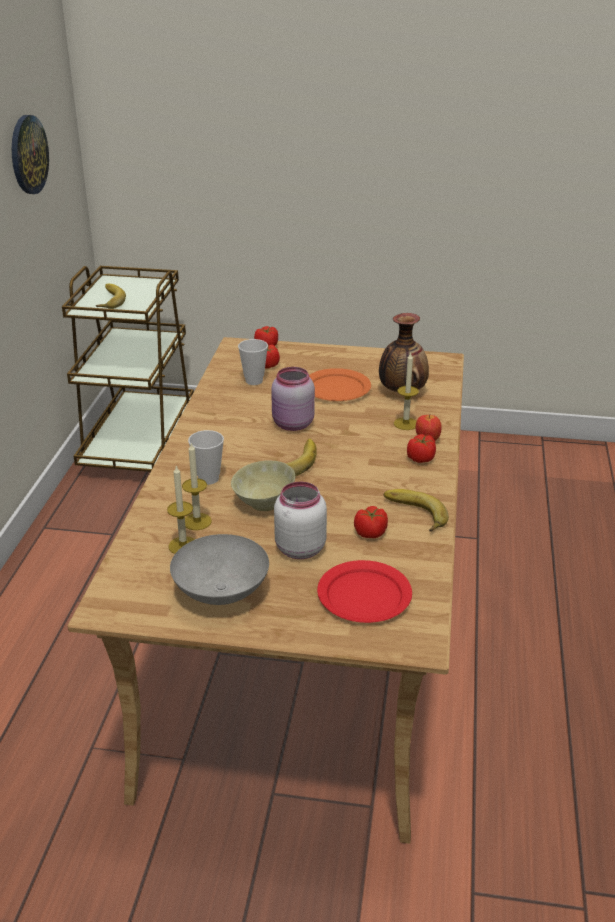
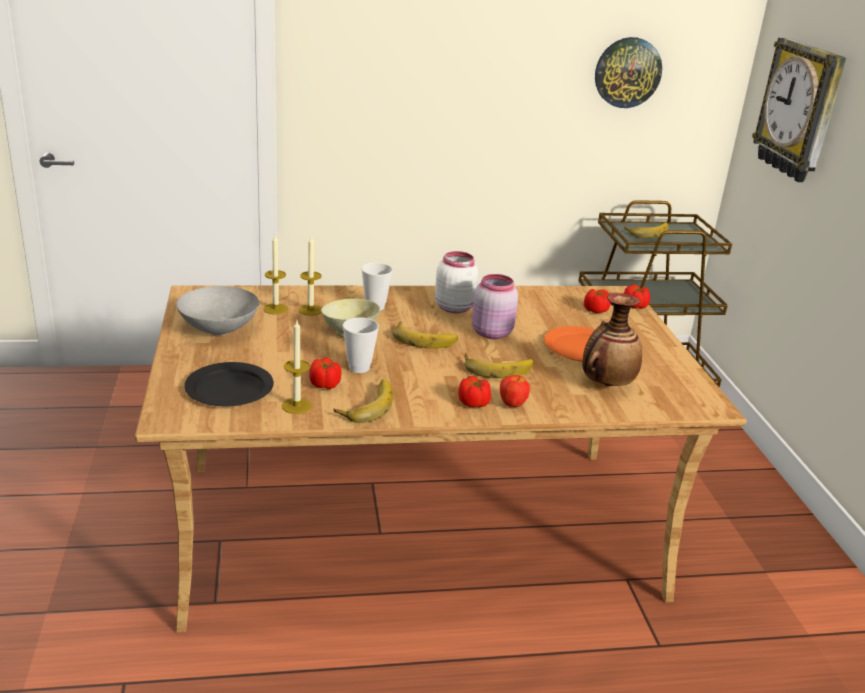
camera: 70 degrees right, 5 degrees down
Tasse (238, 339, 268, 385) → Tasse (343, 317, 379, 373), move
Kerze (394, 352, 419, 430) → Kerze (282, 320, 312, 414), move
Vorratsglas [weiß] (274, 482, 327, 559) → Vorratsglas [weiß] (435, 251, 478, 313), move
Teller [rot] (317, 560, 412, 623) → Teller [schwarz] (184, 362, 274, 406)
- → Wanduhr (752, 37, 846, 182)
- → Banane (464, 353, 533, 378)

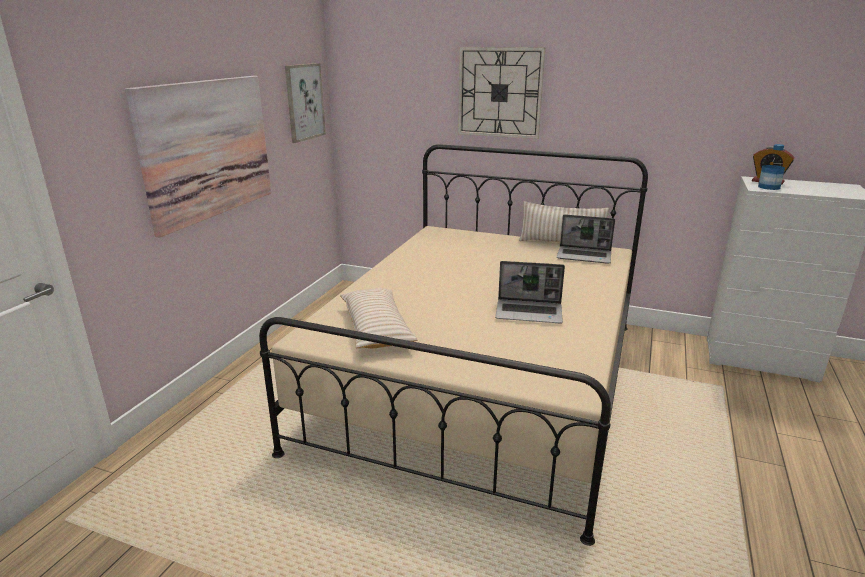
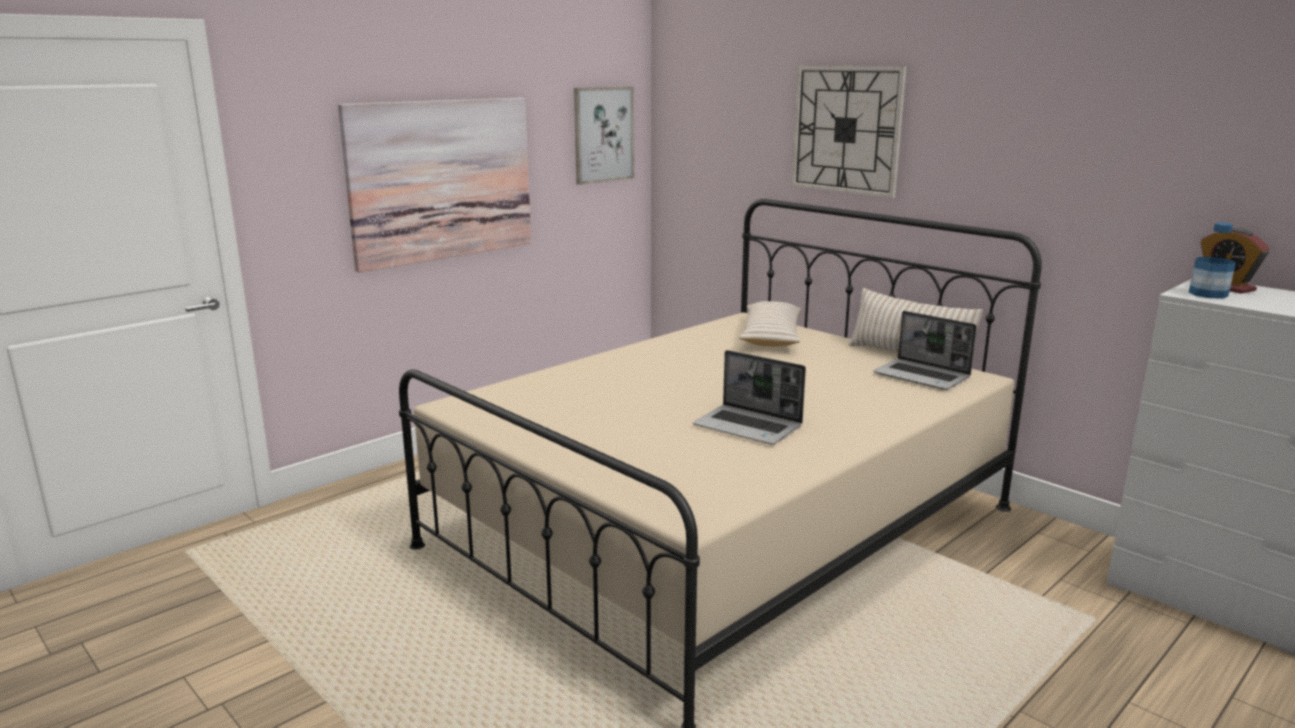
camera: 25 degrees right, 5 degrees down
Kissen [beige] (340, 288, 418, 348) → Kissen [beige] (738, 301, 801, 346), move

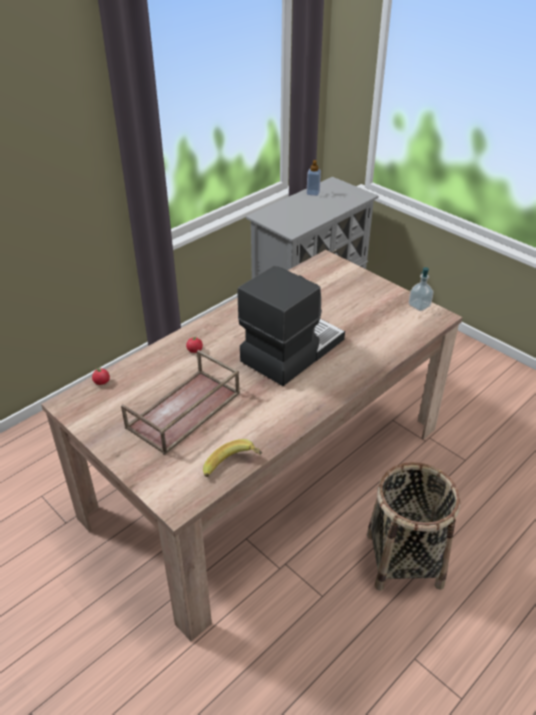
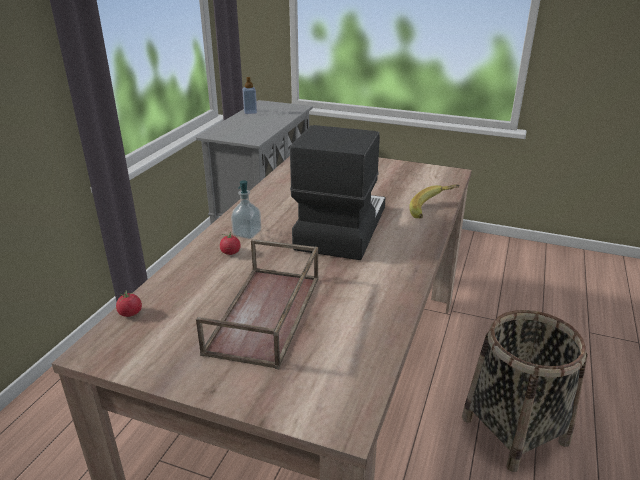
camera: 25 degrees left, 10 degrees down
Seifenspender (408, 267, 434, 311) → Seifenspender (231, 180, 261, 239), move
Banane (203, 439, 262, 477) → Banane (409, 184, 459, 218), move

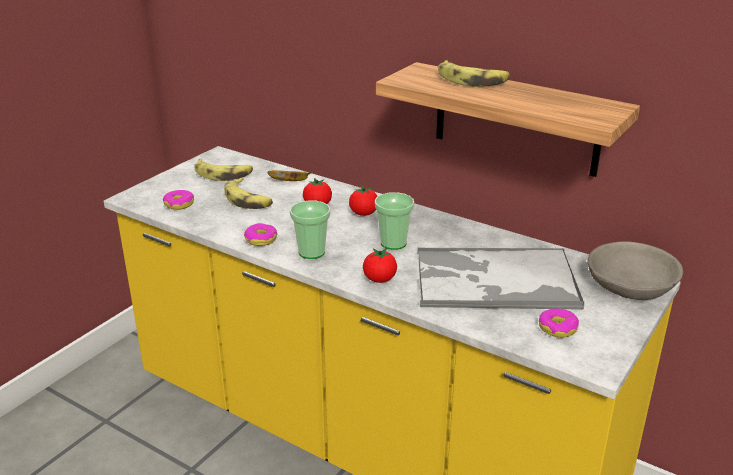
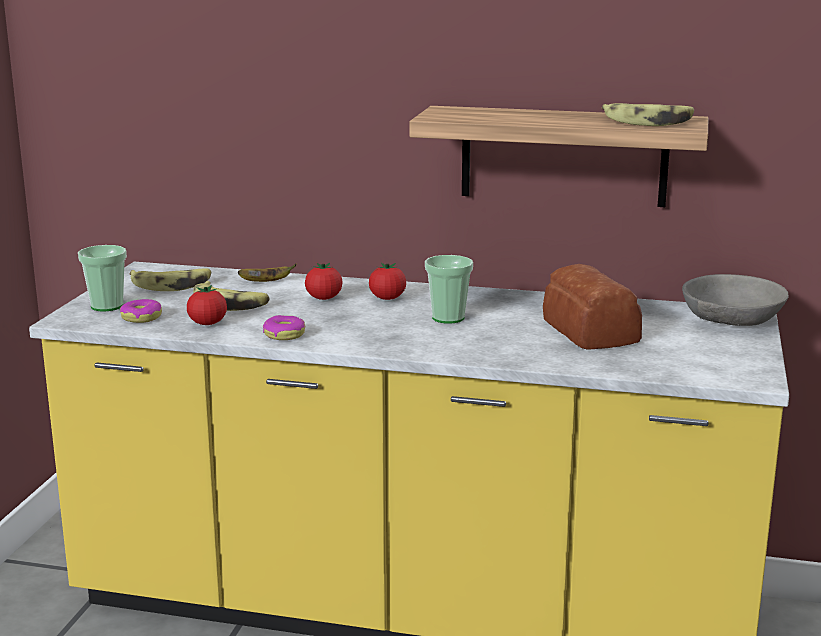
camera: 20 degrees left, 10 degrees down
Banane (438, 60, 510, 87) → Banane (601, 103, 694, 126), move
Tasse (290, 200, 330, 259) → Tasse (78, 245, 127, 311), move
Tomate (363, 248, 397, 283) → Tomate (187, 285, 227, 325), move
Tablett (417, 248, 585, 310) → Brot (543, 264, 642, 350)
Donut (539, 308, 579, 338) → -

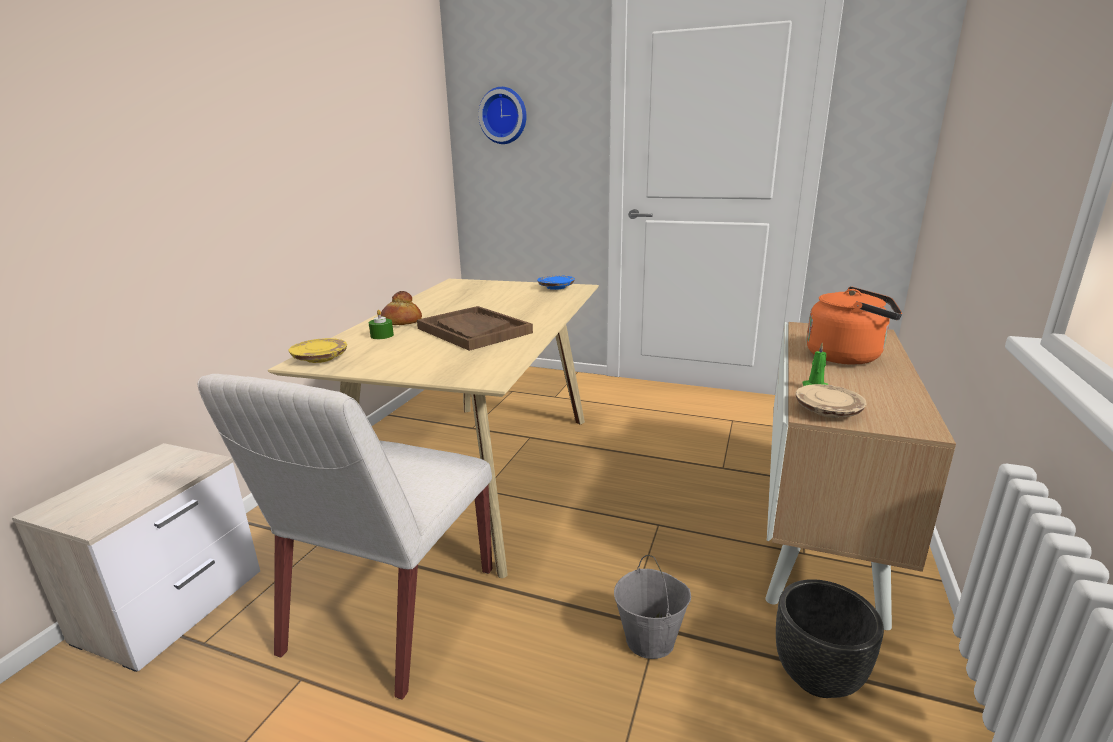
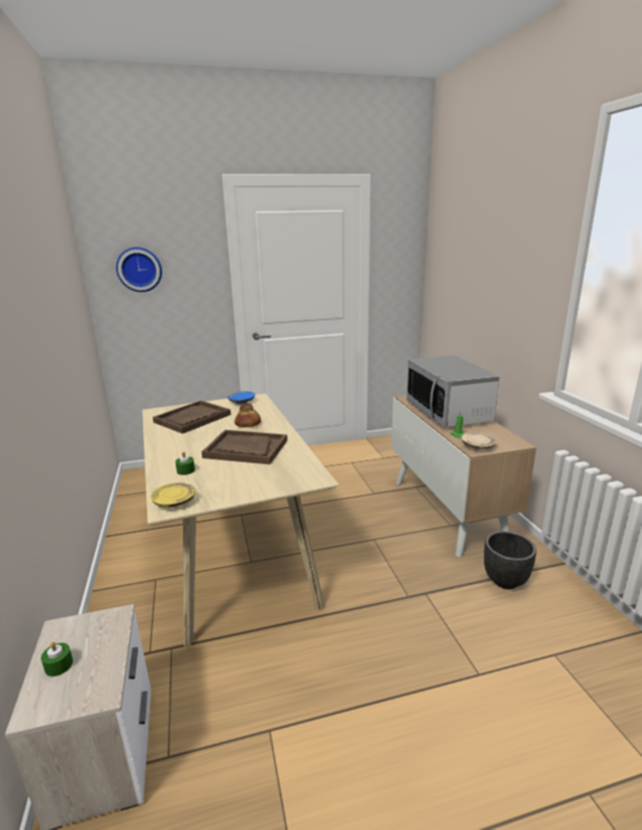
camera: 35 degrees left, 0 degrees up
Wasserkessel [orange] (806, 287, 902, 365) → Mikrowelle (407, 355, 499, 428)
Brot (381, 291, 422, 325) → Brot (234, 403, 261, 427), move
Stuhl [weiß] (198, 374, 492, 700) → -
Eimer [grau] (614, 555, 691, 659) → -
- → Tablett [braun] (153, 401, 231, 434)
- → Kerze [grün] (41, 642, 73, 677)

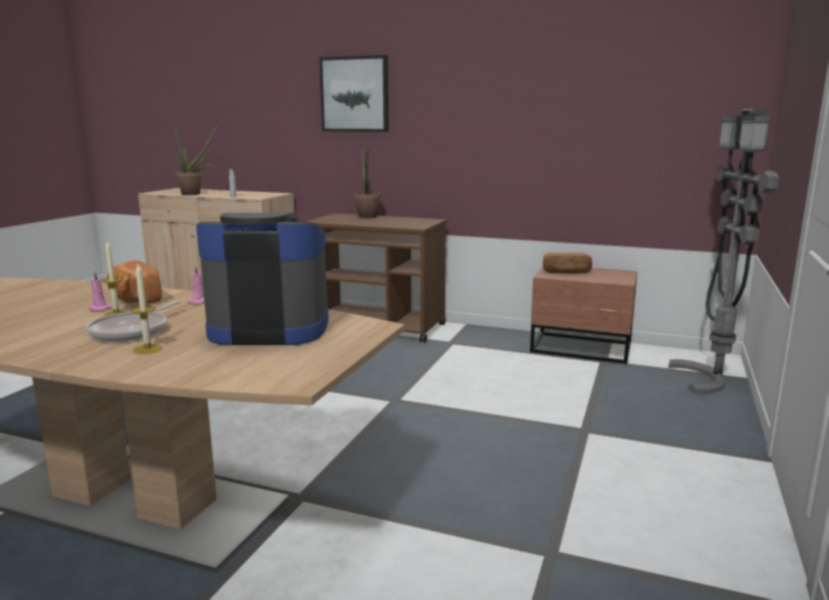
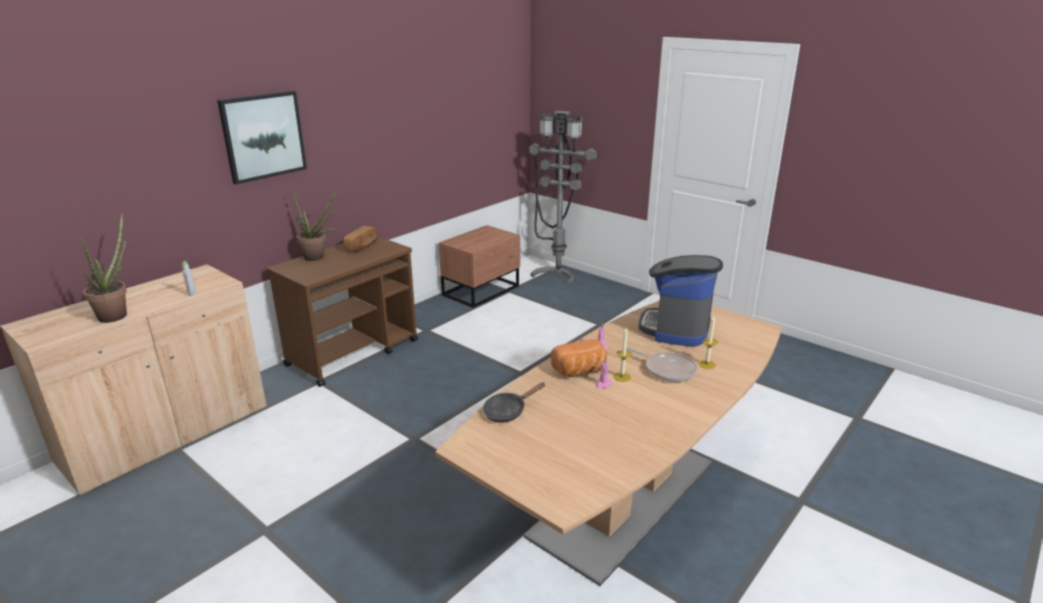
camera: 70 degrees left, 10 degrees up
Brot (543, 253, 592, 273) → Brot (344, 226, 378, 252), move
- → Pfanne [schwarz] (483, 382, 545, 423)

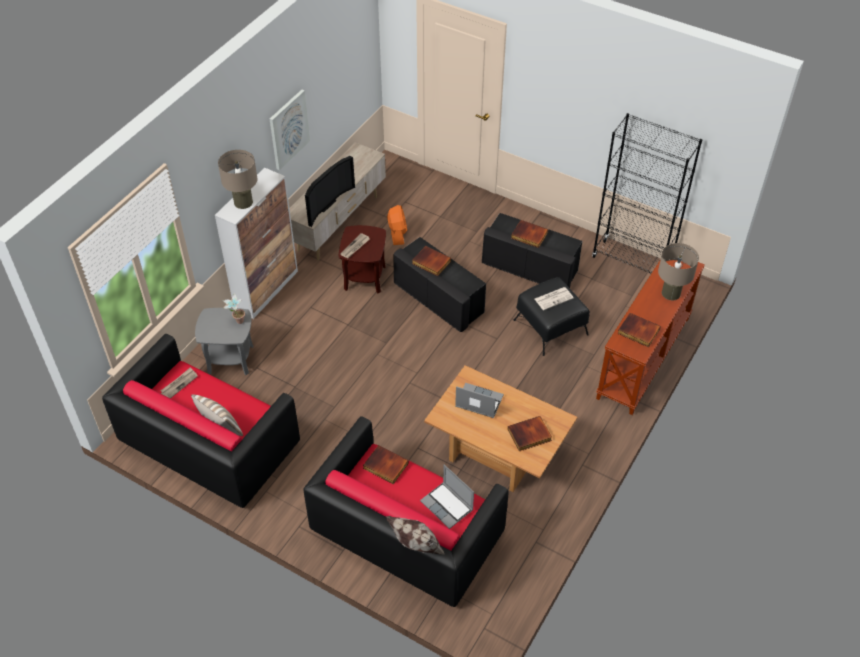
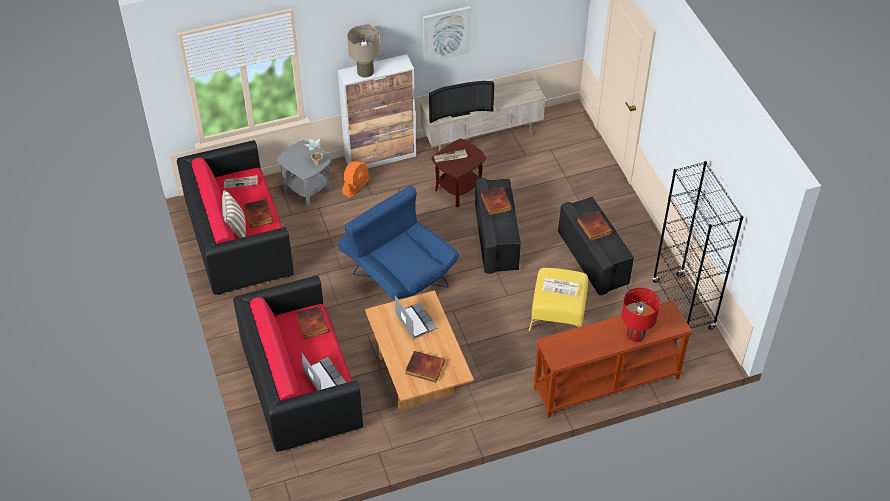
camera: 40 degrees right, 0 degrees up
Ventilator [orange] (387, 205, 407, 245) → Ventilator [orange] (342, 161, 370, 198), move
Tischlampe [beige] (658, 243, 699, 300) → Tischlampe [rot] (621, 288, 660, 342)
Polsterhocker [schwarz] (514, 277, 590, 356) → Polsterhocker [gelb] (529, 268, 588, 331)
Buch (617, 313, 661, 347) → Buch (244, 199, 273, 228), move
Laptop (420, 465, 474, 529) → Laptop (301, 352, 346, 391), 150 degrees clockwise
Kissen (386, 516, 445, 555) → -
- → Sessel [blau] (338, 185, 459, 299)

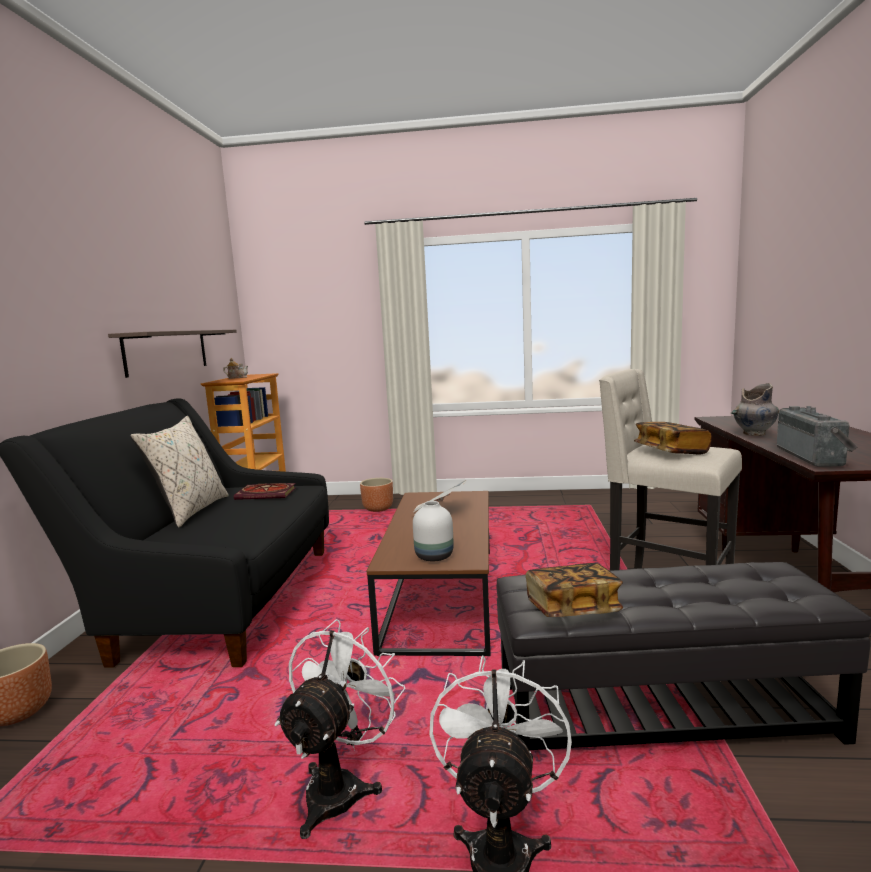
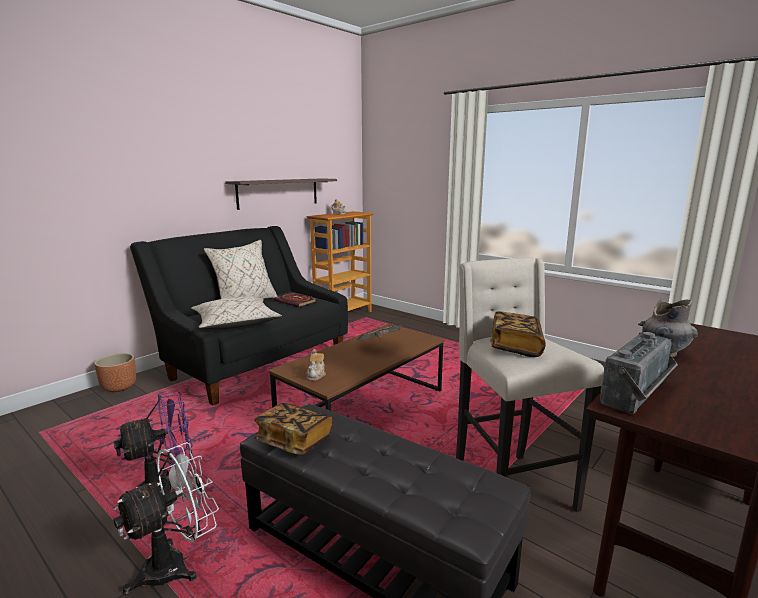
camera: 35 degrees right, 5 degrees up
Pflanzkübel [braun] (360, 478, 393, 512) → -
Vase [weiß] (413, 501, 454, 561) → Teekanne (306, 349, 326, 381)
Ventilator [weiß] (275, 619, 406, 839) → Ventilator [lila] (113, 391, 193, 502)
- → Kissen [beige] (191, 296, 282, 330)

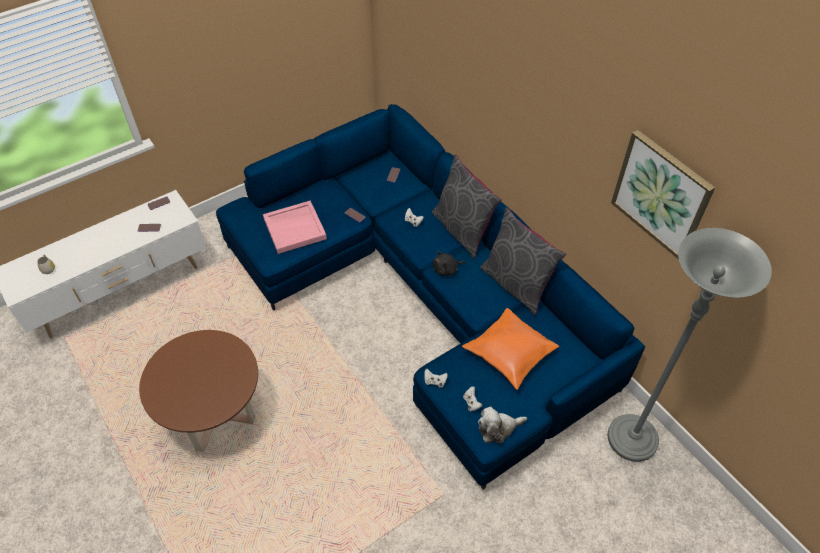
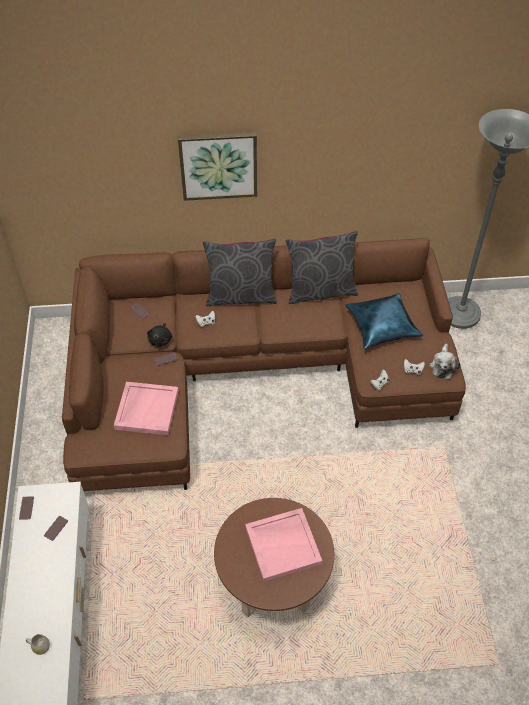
camera: 60 degrees left, 0 degrees up
Sofa [blau] (216, 104, 645, 490) → Sofa [braun] (62, 238, 466, 491)
Bild (611, 130, 715, 260) → Bild (178, 132, 257, 201), move
Plüschtier [schwarz] (433, 251, 466, 276) → Plüschtier [schwarz] (147, 323, 172, 347), move
Kissen [orange] (462, 308, 559, 390) → Kissen [blau] (346, 293, 423, 349)
- → Tablett [rosa] (245, 508, 322, 582)

